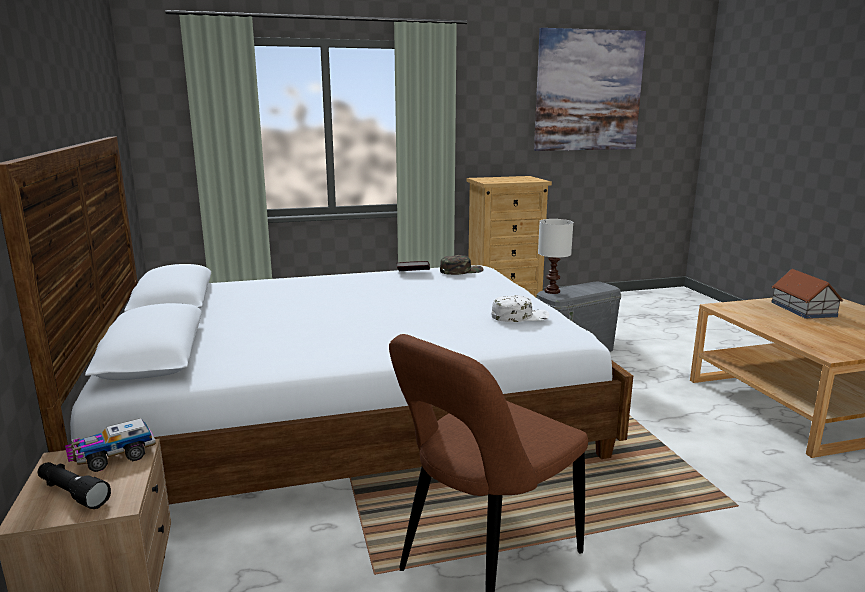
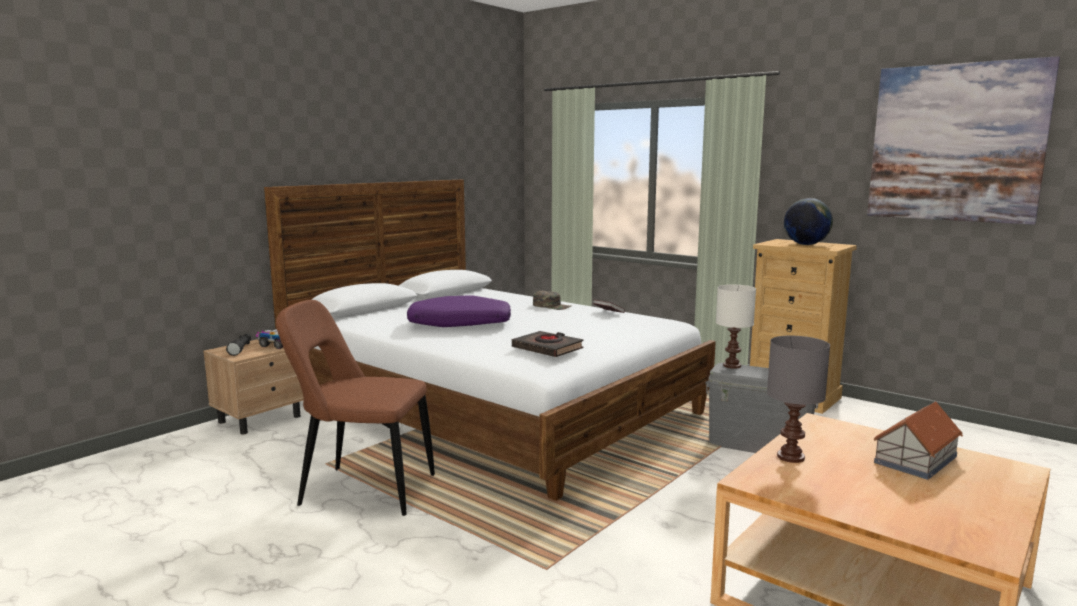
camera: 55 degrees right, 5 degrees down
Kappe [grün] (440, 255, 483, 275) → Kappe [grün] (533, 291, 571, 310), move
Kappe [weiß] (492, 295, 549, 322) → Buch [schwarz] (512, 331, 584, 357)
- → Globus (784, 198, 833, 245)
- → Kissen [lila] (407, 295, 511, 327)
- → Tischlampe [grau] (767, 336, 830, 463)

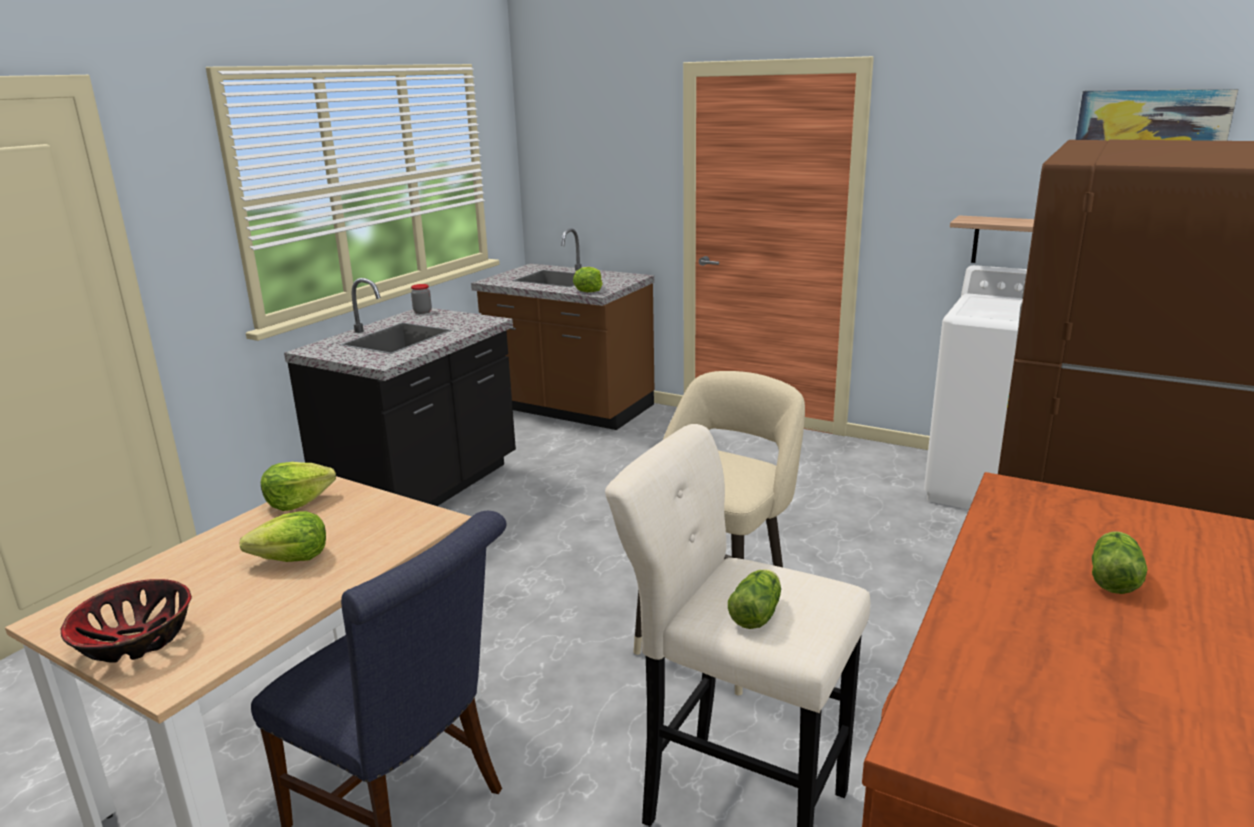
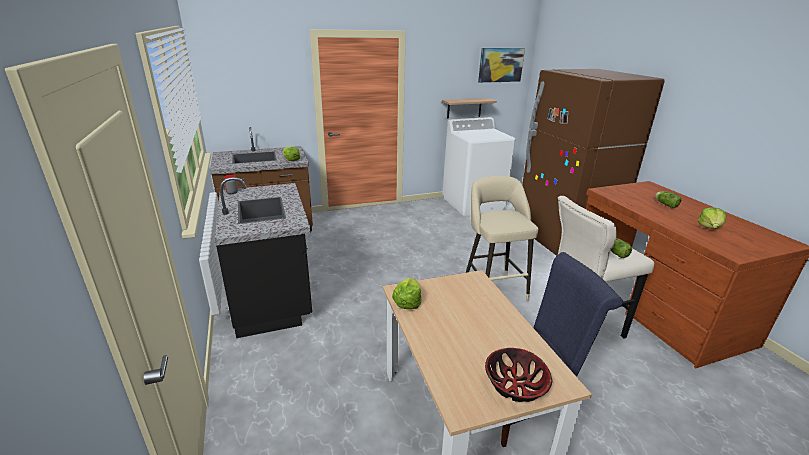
camera: 50 degrees left, 5 degrees up
Salatkopf (239, 511, 326, 562) → Salatkopf (698, 207, 726, 229), move

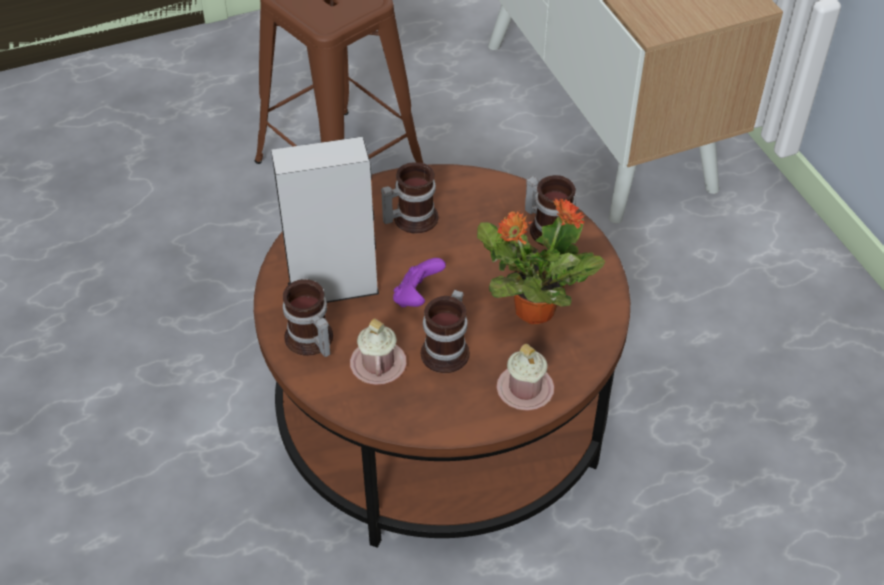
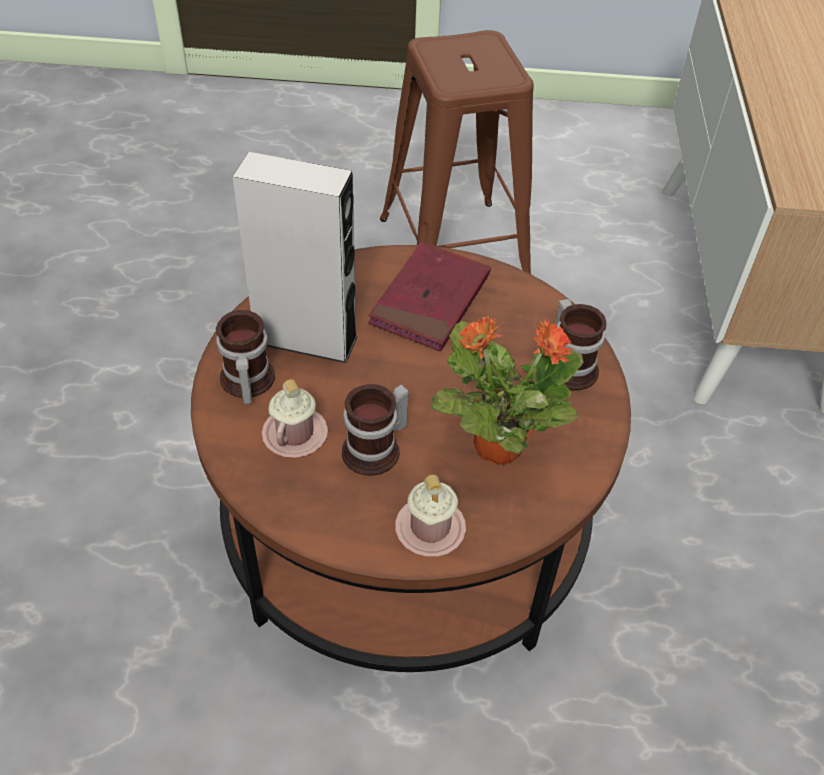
camera: 25 degrees right, 0 degrees up
Henkelbecher (381, 162, 438, 234) → Buch [rot] (368, 241, 491, 351)
Gamepad [lila] (393, 258, 446, 307) → -

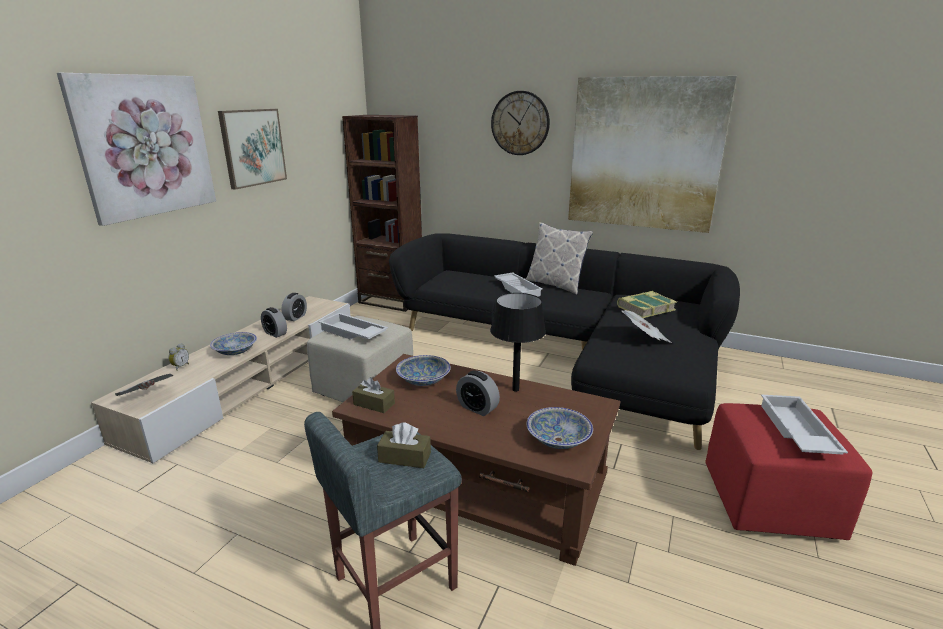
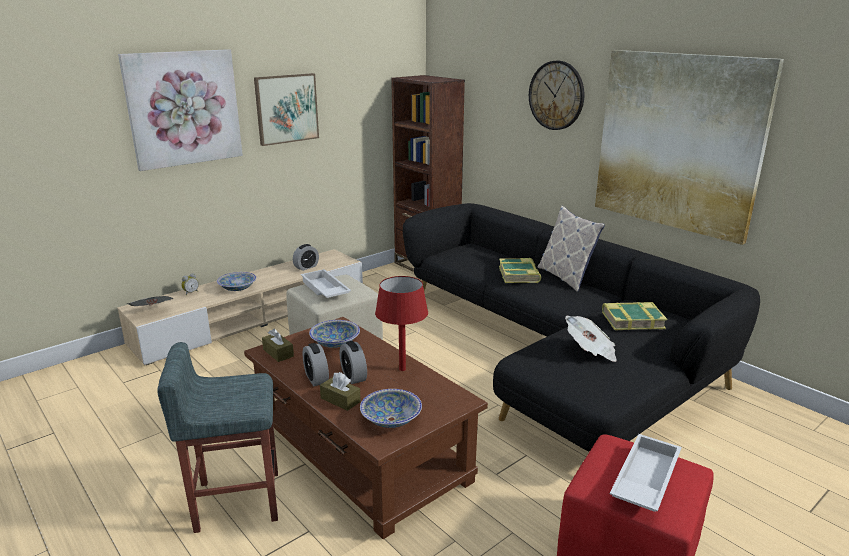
camera: 25 degrees right, 0 degrees up
Tablett [weiß] (494, 273, 542, 297) → Buch (499, 258, 541, 283)
Tischlampe [schwarz] (490, 293, 546, 392) → Tischlampe [rot] (375, 276, 428, 371)
Wecker (261, 307, 287, 338) → Wecker (302, 343, 329, 386), move
Taschentuchbox [braun] (377, 422, 431, 468) → Taschentuchbox [braun] (320, 372, 361, 411), move

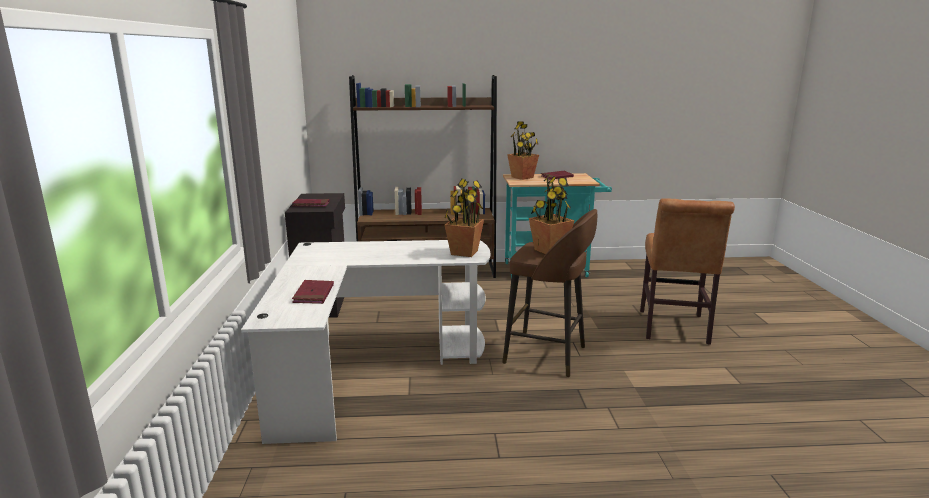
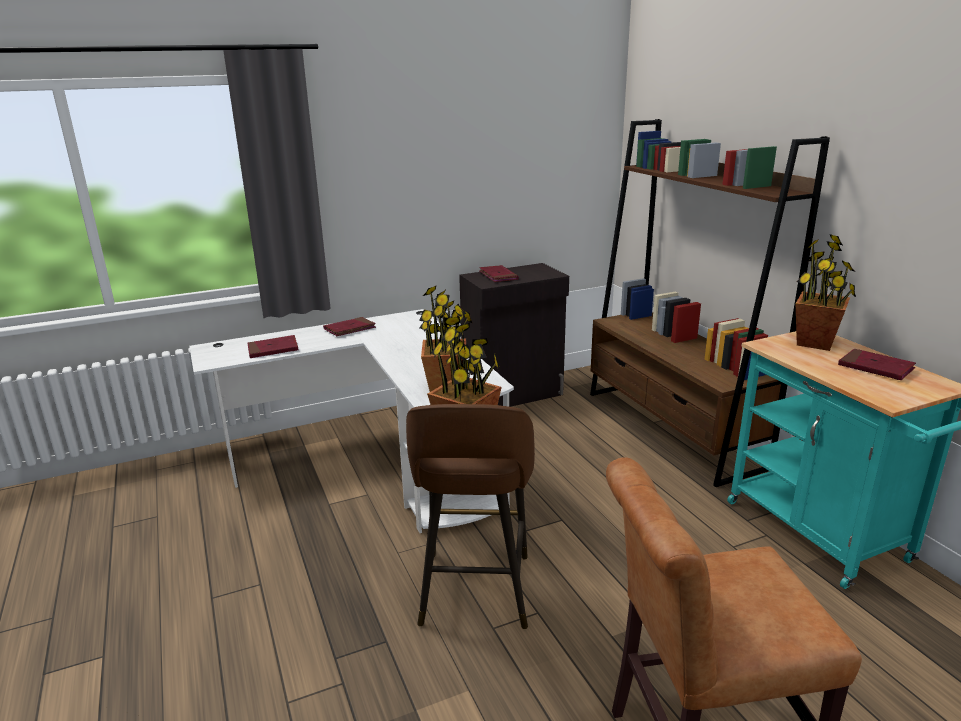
camera: 70 degrees right, 5 degrees up
- → Buch [rot] (323, 317, 376, 336)

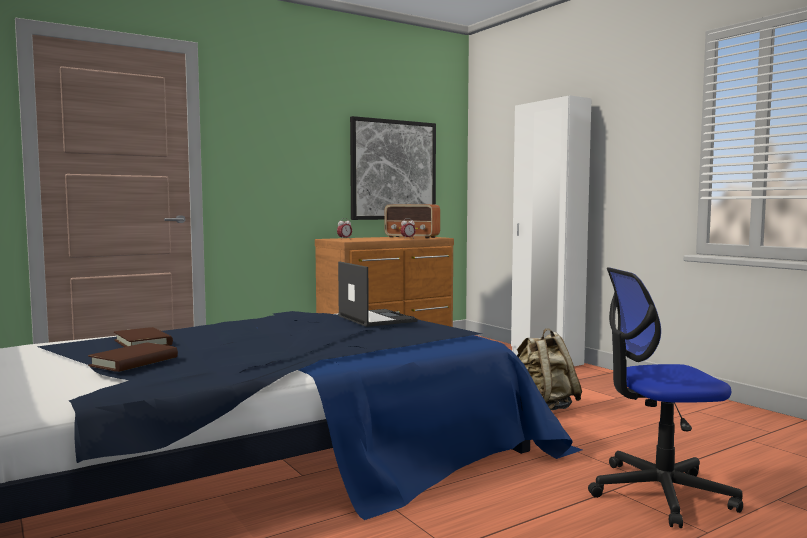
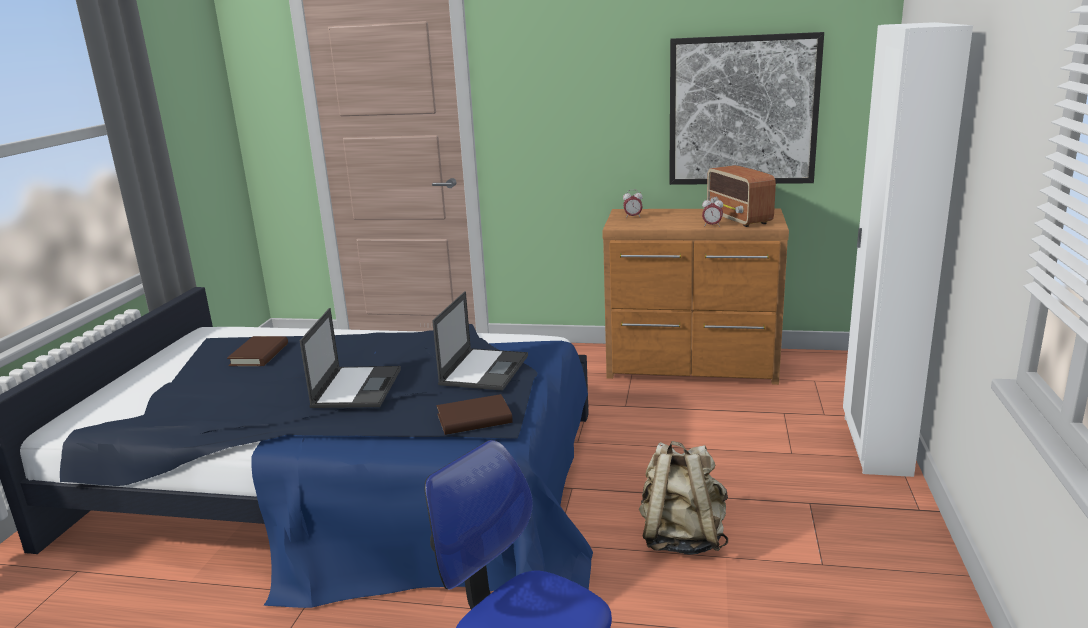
camera: 45 degrees right, 15 degrees up
Buch [braun] (88, 342, 178, 372) → Buch [braun] (437, 394, 513, 435), move
- → Laptop (300, 308, 401, 408)

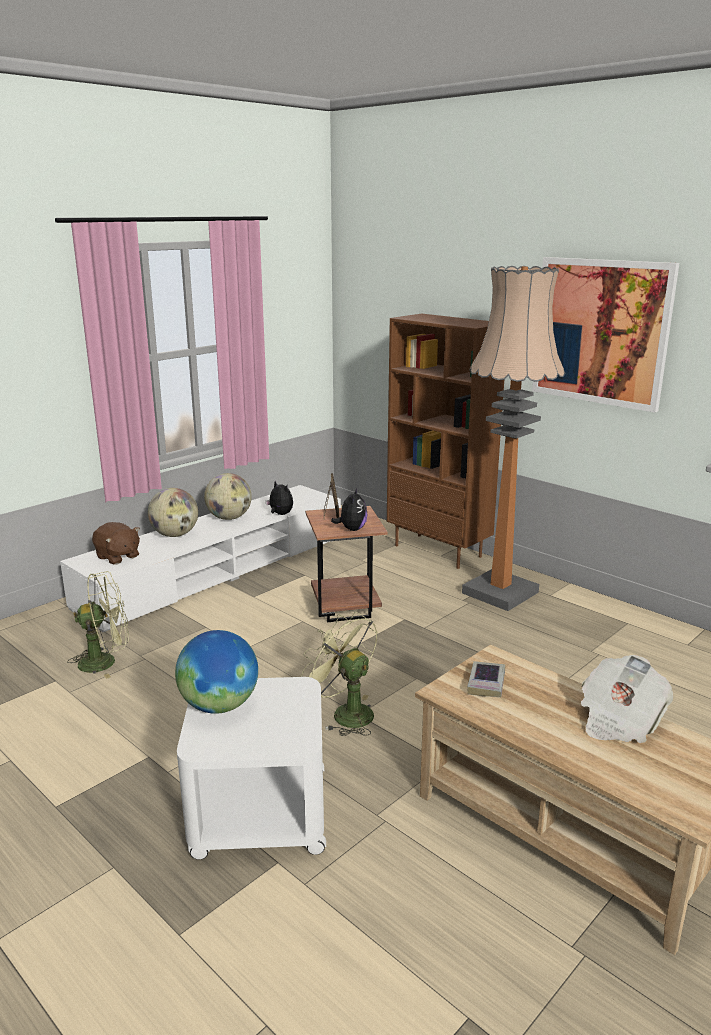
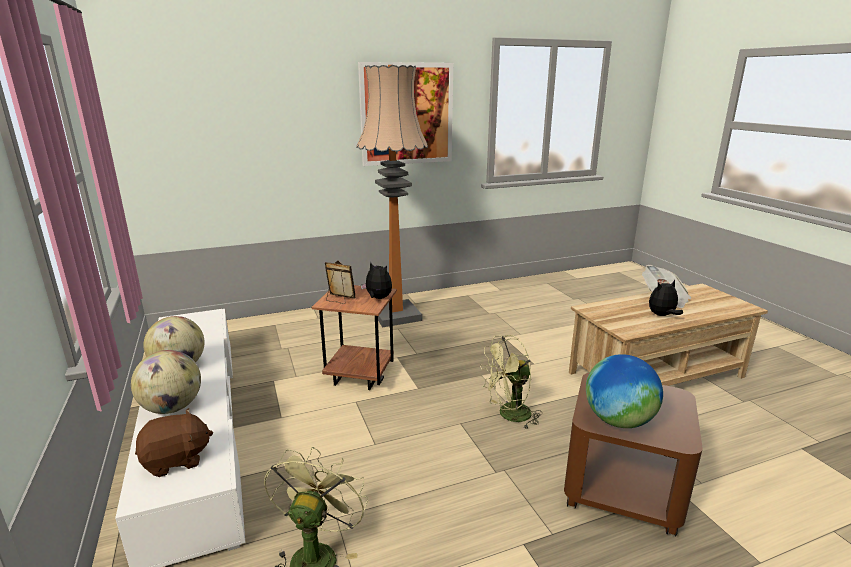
camera: 65 degrees left, 0 degrees up
Bücherregal [braun] (387, 314, 504, 569) → -
Plüschtier (266, 481, 293, 515) → Plüschtier (649, 280, 683, 316), move
Buch (467, 661, 505, 697) → -
Beistelltisch [weiß] (177, 677, 326, 860) → Beistelltisch [braun] (564, 373, 702, 536)

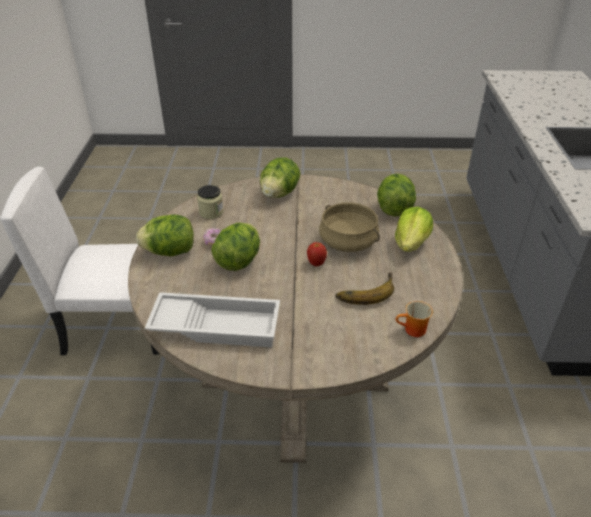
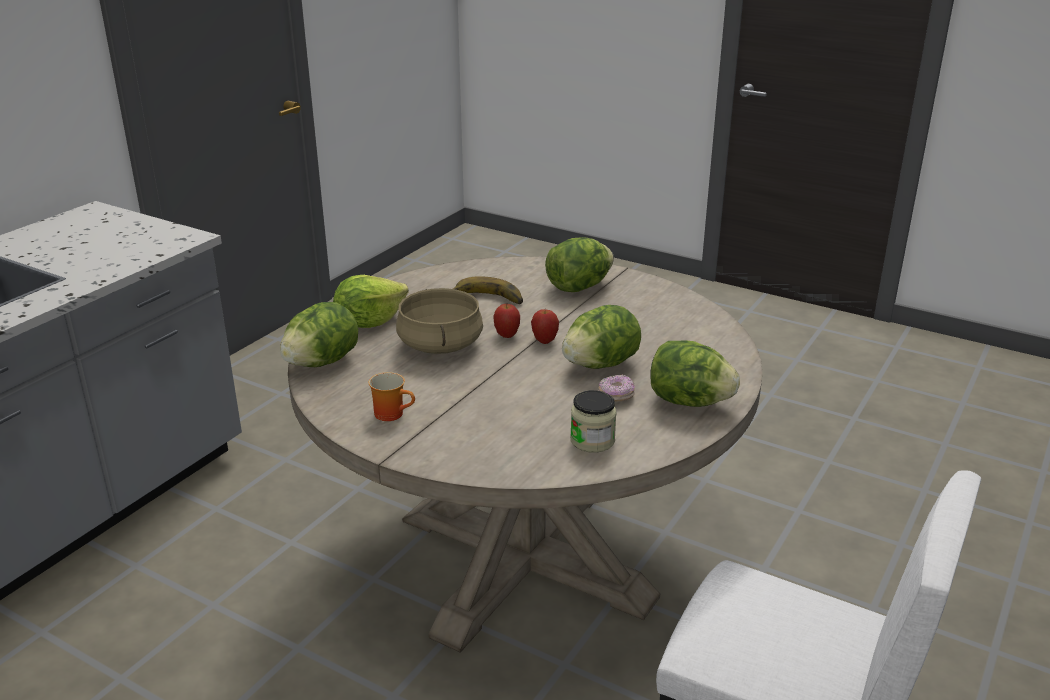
camera: 150 degrees left, 10 degrees down
Salatkopf (260, 157, 300, 198) → Salatkopf (545, 237, 614, 292), move
Tablett [weiß] (145, 292, 280, 347) → -
Henkelbecher (396, 301, 433, 337) → Henkelbecher (368, 372, 415, 421), move
- → Apfel (531, 309, 559, 344)

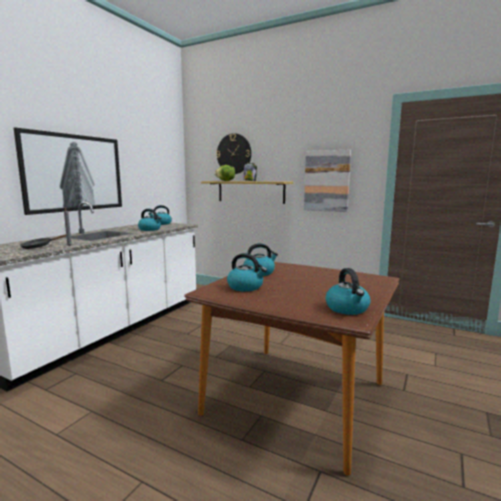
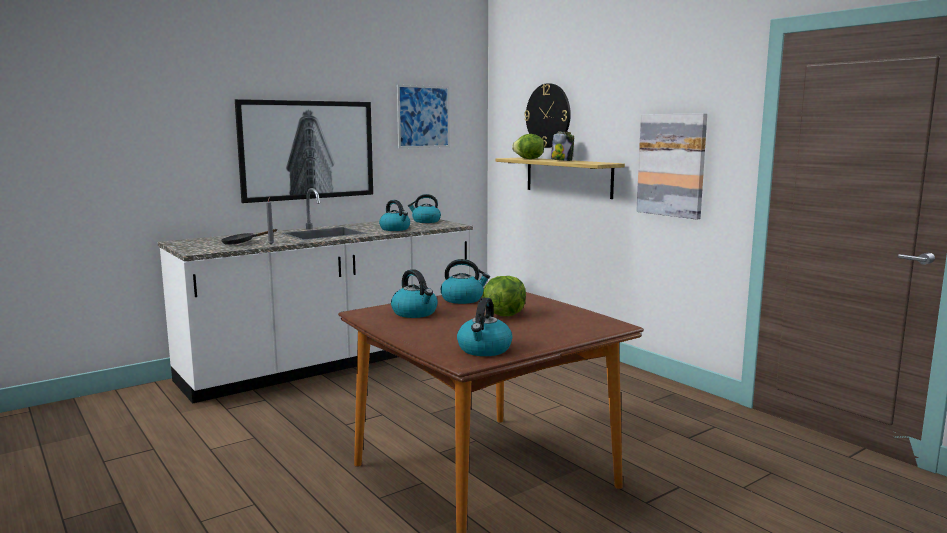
camera: 25 degrees right, 0 degrees up
- → Bild (397, 85, 450, 148)
- → Salatkopf (482, 276, 526, 316)

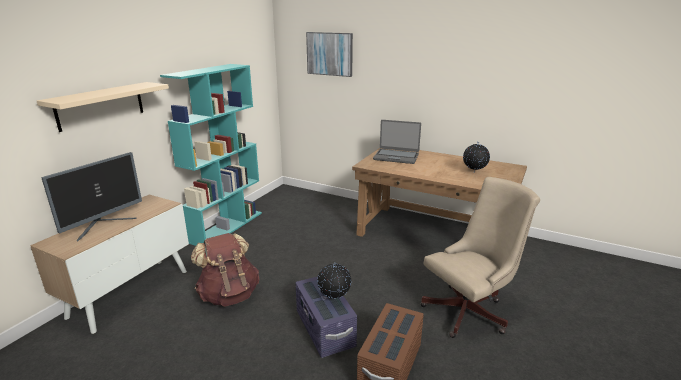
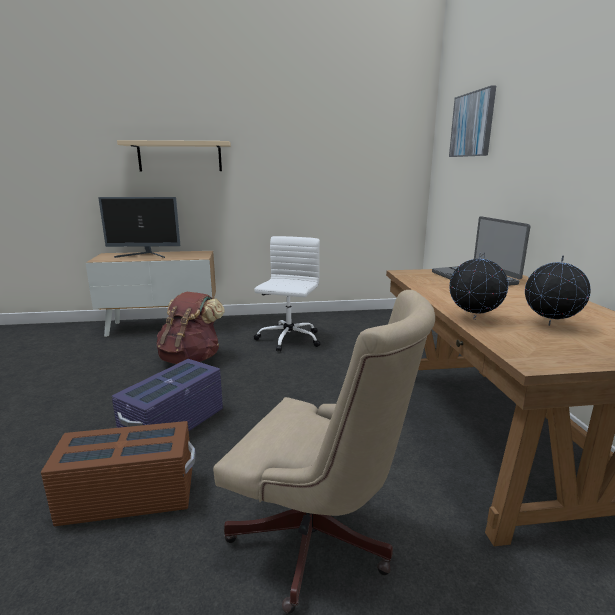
camera: 55 degrees right, 5 degrees down
Bücherregal [türkis] (160, 64, 262, 246) → -
Globus (317, 262, 351, 299) → Globus (449, 252, 508, 320), move
- → Bürostuhl [weiß] (254, 236, 321, 352)

